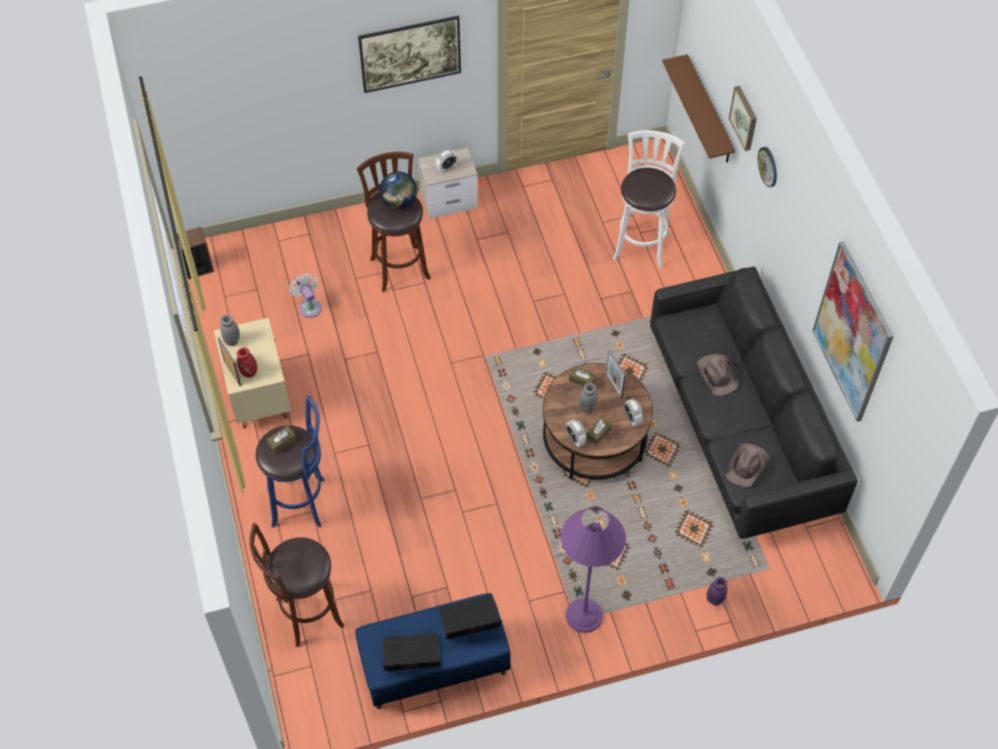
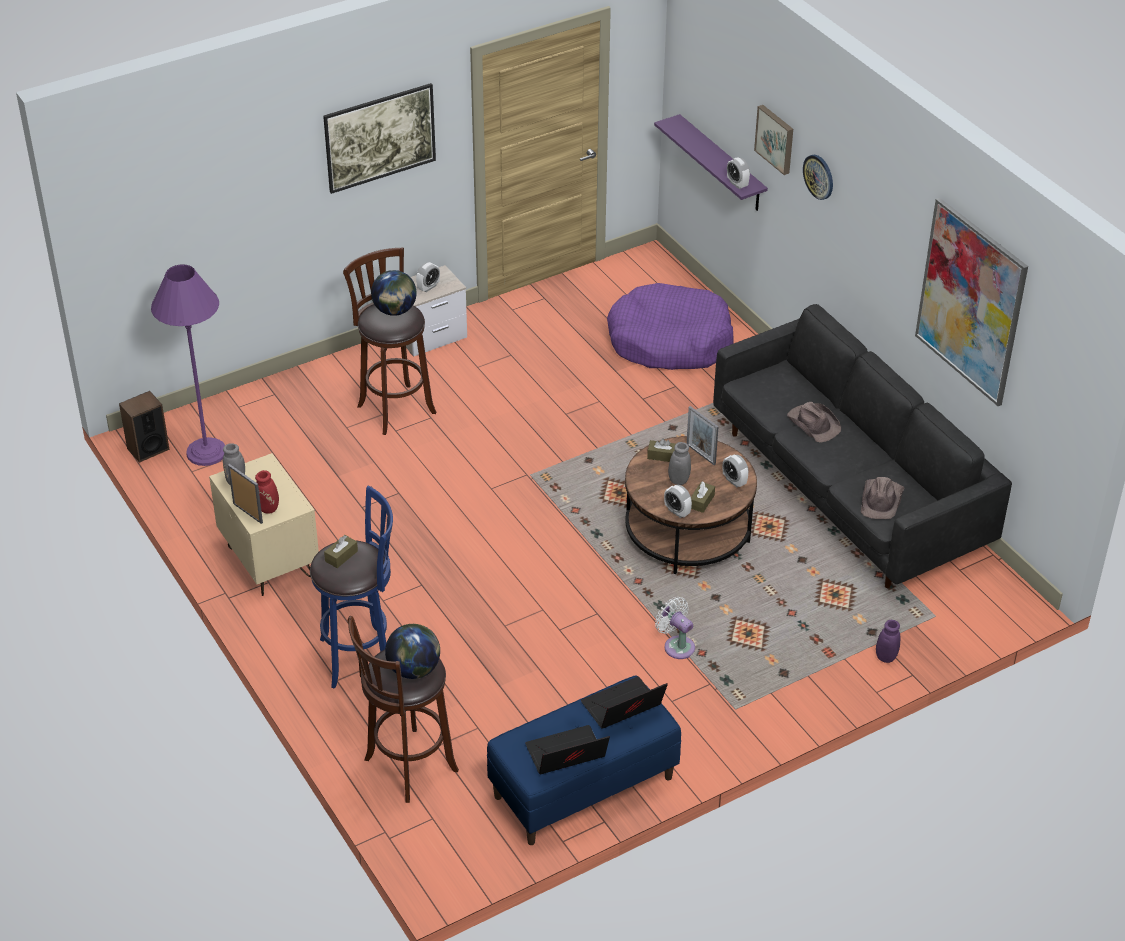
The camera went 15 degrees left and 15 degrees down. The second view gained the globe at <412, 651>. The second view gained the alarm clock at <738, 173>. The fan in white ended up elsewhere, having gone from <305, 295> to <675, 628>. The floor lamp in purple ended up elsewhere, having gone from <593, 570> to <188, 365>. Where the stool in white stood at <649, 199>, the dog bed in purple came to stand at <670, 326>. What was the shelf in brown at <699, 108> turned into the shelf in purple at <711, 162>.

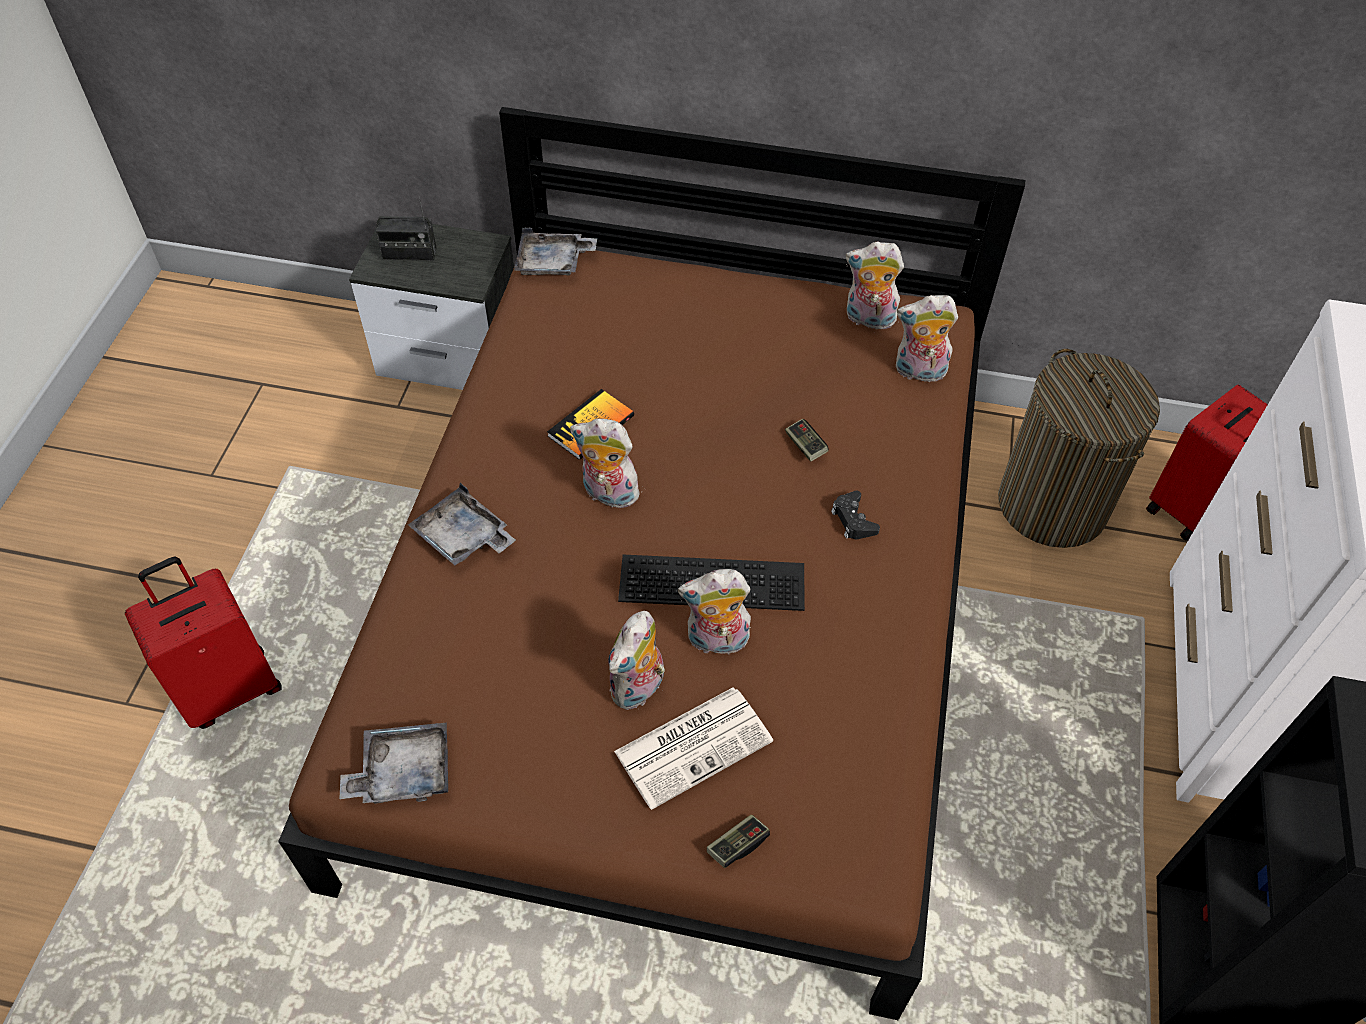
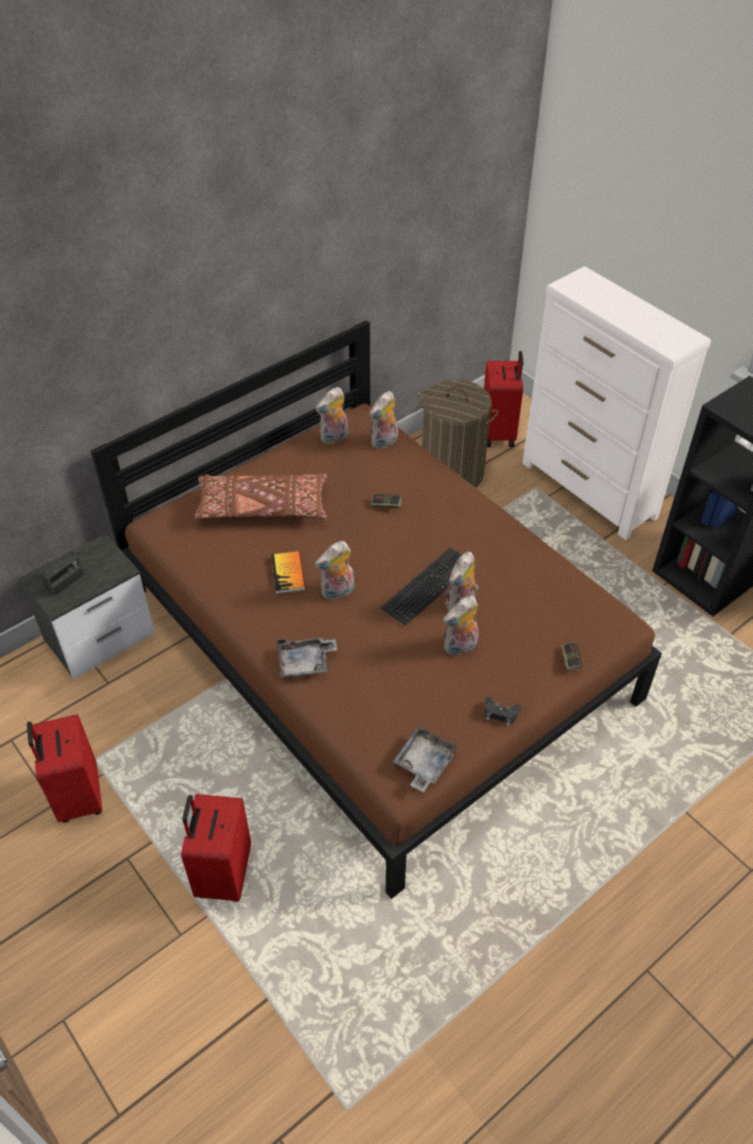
The camera went 50 degrees left and 5 degrees down. The second view lost the tray in grey at <555, 251>. The second view lost the newspaper at <693, 748>. The second view gained the suitcase in red at <64, 768>. The second view gained the pillow in brown at <261, 496>. The game controller in black ended up elsewhere, having gone from <855, 515> to <503, 711>. The plush toy at <636, 660> ended up facing another way, 75 degrees clockwise from before.

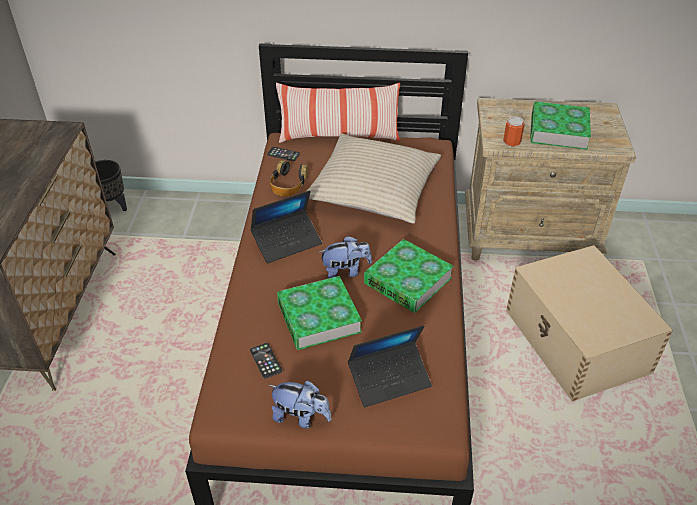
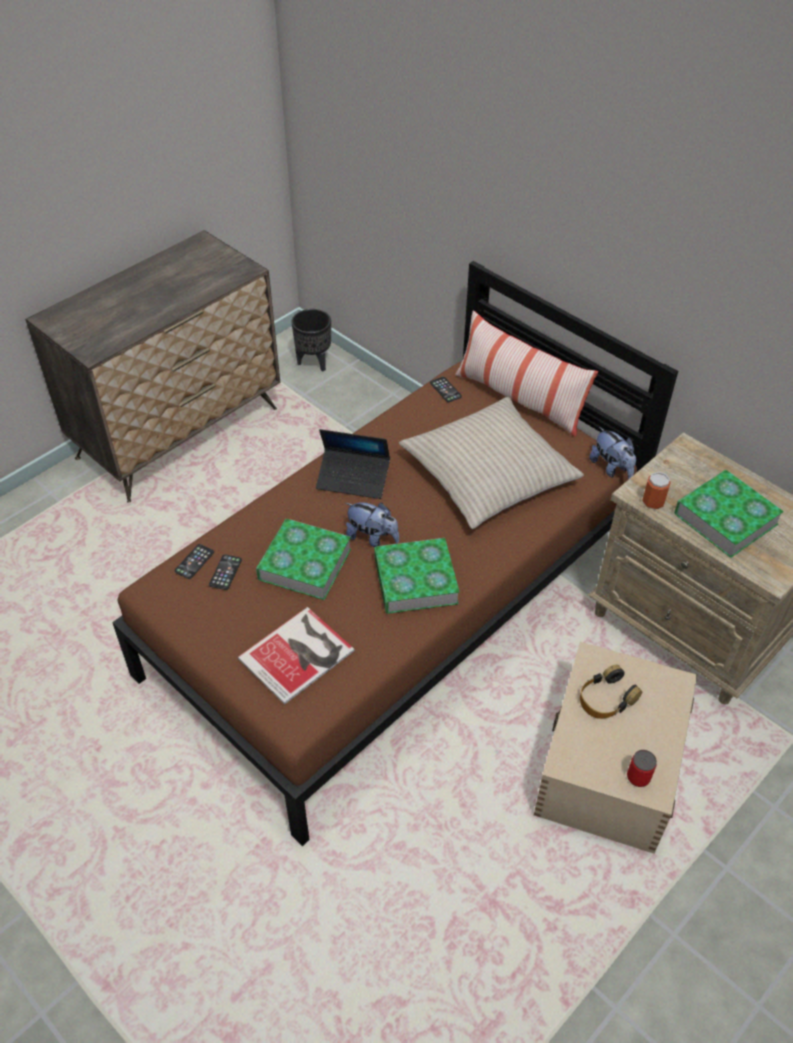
The camera went 40 degrees right and 5 degrees up. The second view gained the phone at <194, 561>. The second view gained the can at <642, 768>. The plush toy ended up elsewhere, having gone from <300, 405> to <613, 453>. The headphones ended up elsewhere, having gone from <289, 178> to <611, 692>. Where the laptop stood at <390, 366>, the book came to stand at <296, 656>.

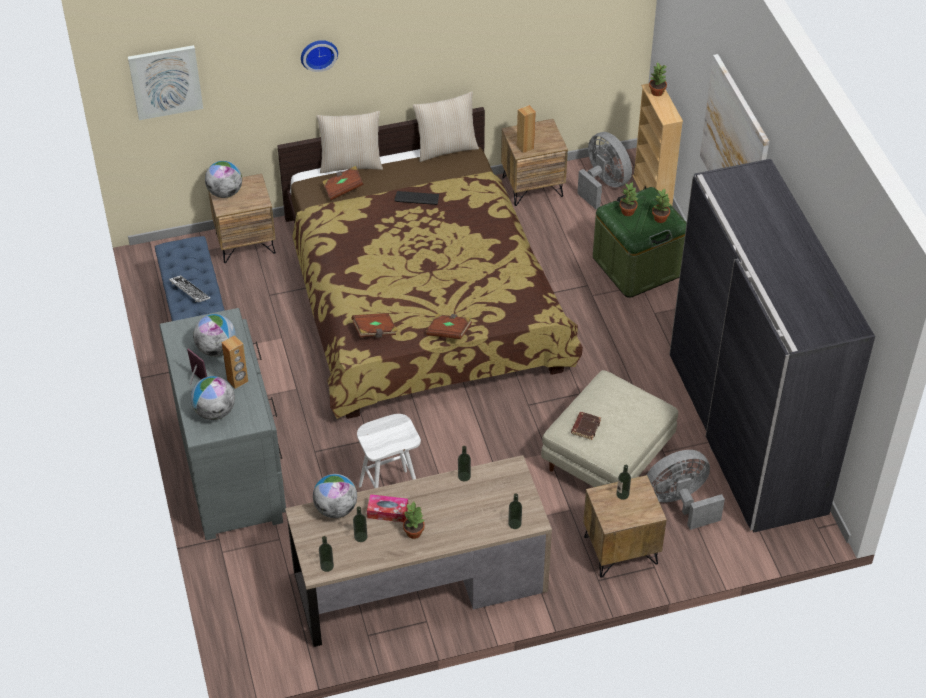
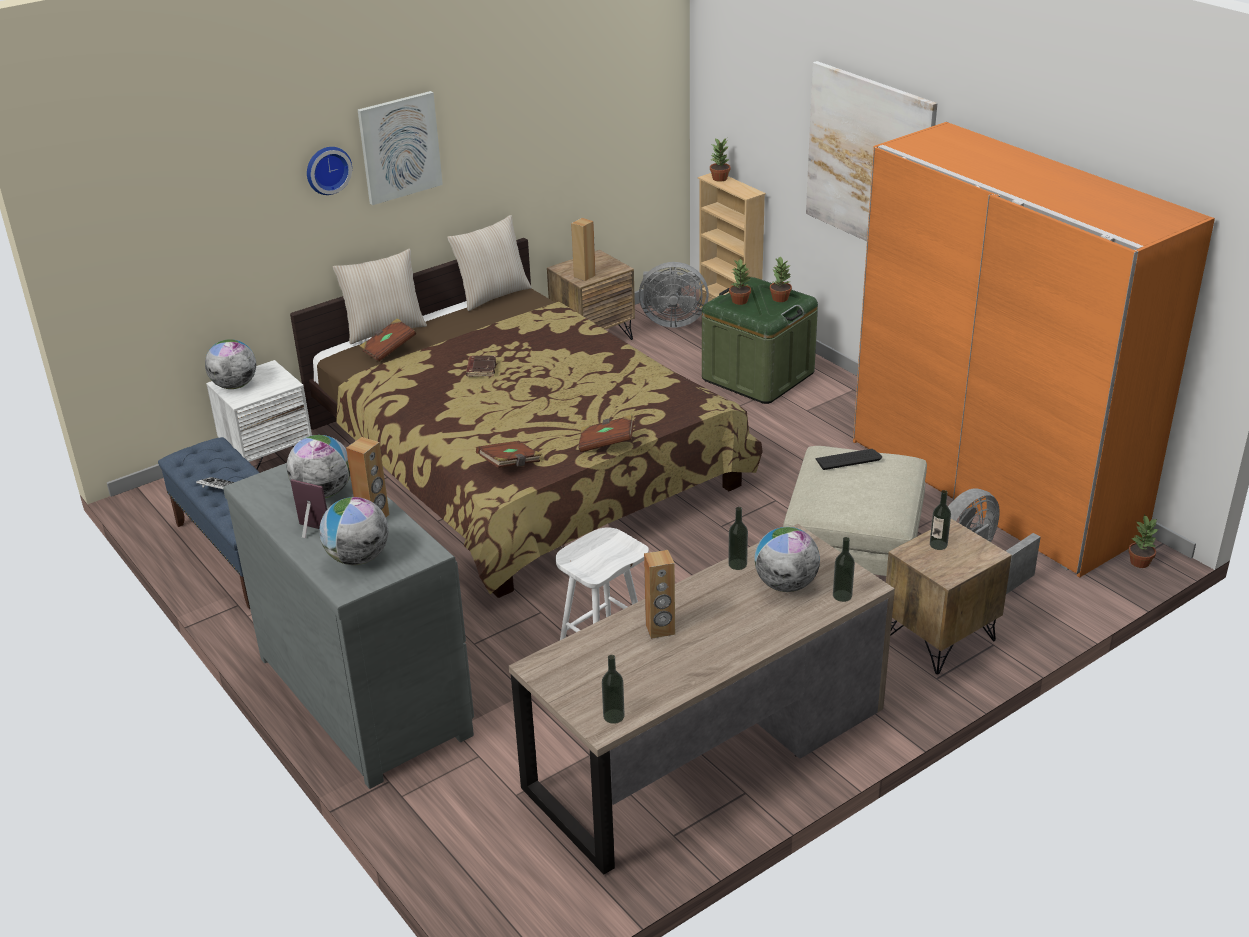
The camera went 20 degrees left and 15 degrees down. The second view lost the bottle at <360, 524>. The picture ended up elsewhere, having gone from <165, 82> to <400, 148>. The globe ended up elsewhere, having gone from <335, 496> to <787, 559>. The keyboard ended up elsewhere, having gone from <417, 198> to <848, 459>. The potted plant ended up elsewhere, having gone from <414, 520> to <1143, 541>. The book in brown ended up elsewhere, having gone from <586, 426> to <481, 366>. Where the tissue box stood at <387, 508>, the speaker in brown came to stand at <659, 594>. What was the nightstand in brown at <242, 218> turned into the nightstand in white at <259, 415>. What was the wardrobe in grey at <772, 346> turned into the wardrobe in orange at <1034, 349>. The fan in grey at <604, 170> ended up facing another way, 150 degrees clockwise from before.

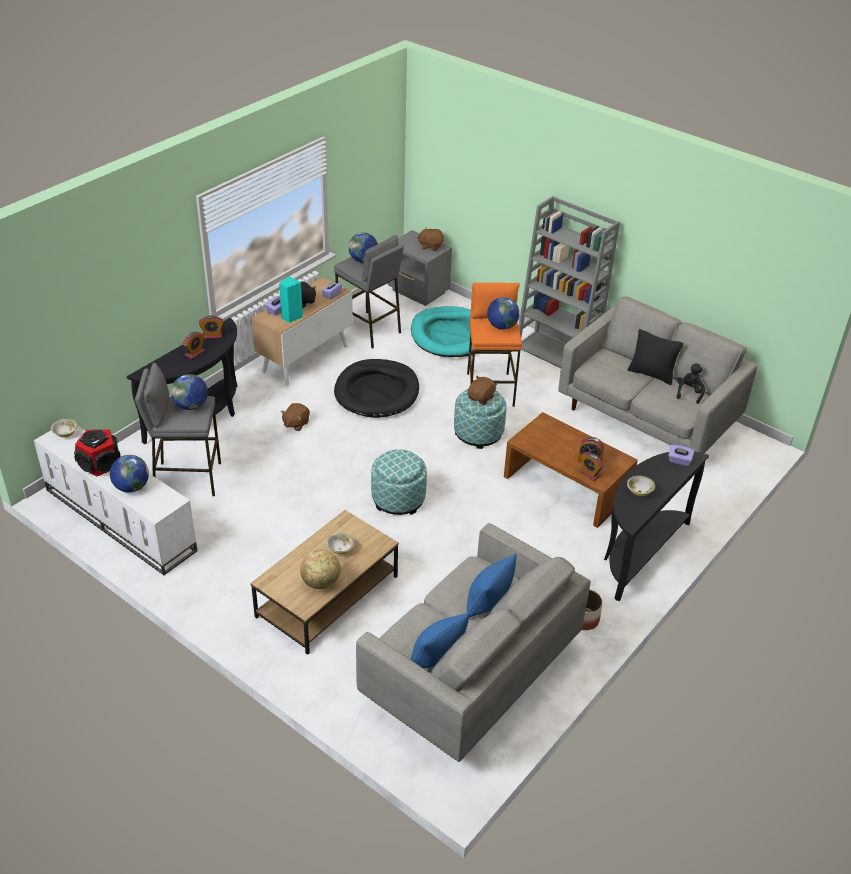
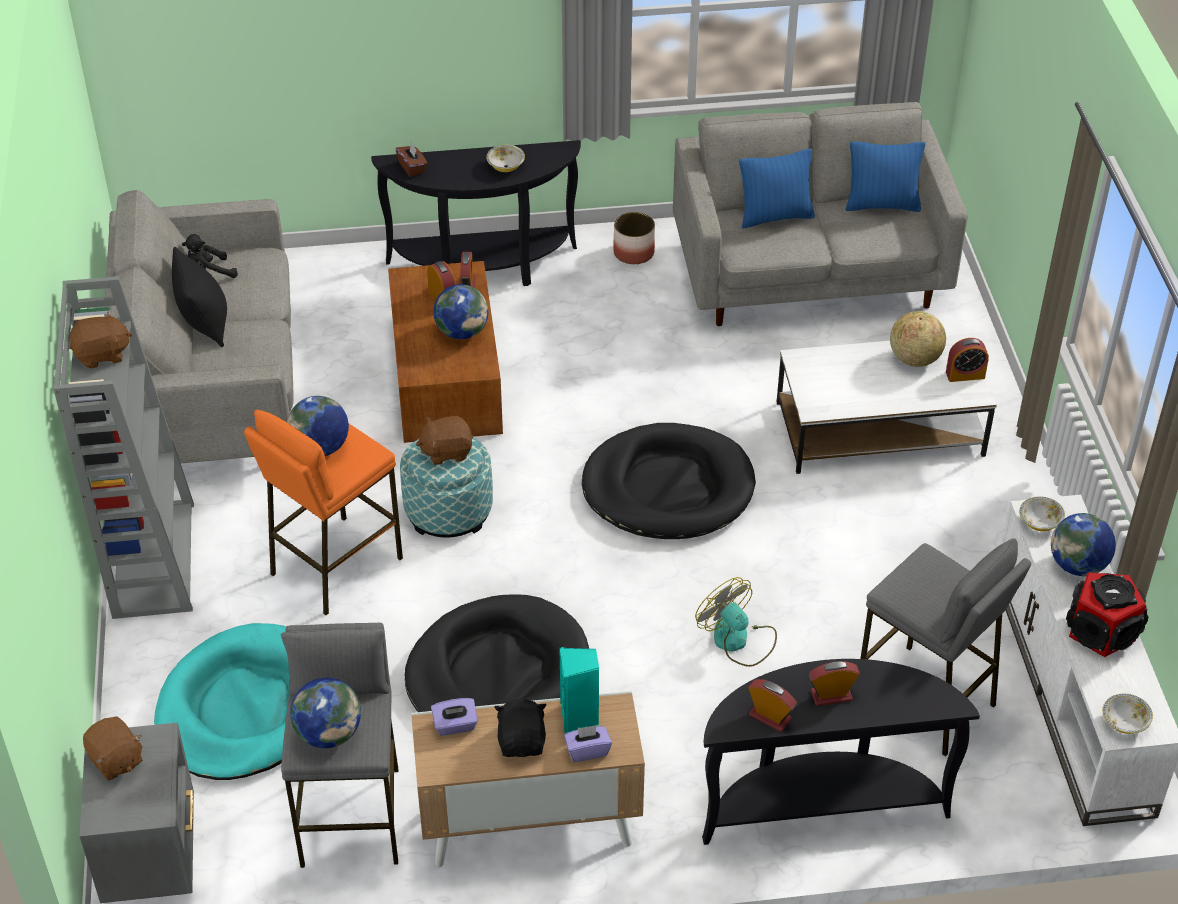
The camera went 135 degrees left and 5 degrees up. The second view gained the fan at <736, 622>. The second view gained the alarm clock at <967, 360>. The globe ended up elsewhere, having gone from <189, 392> to <460, 311>. The plush toy in brown ended up elsewhere, having gone from <295, 417> to <101, 340>. The bowl ended up elsewhere, having gone from <340, 543> to <1042, 513>. Where the ottoman stood at <399, 482>, the dog bed in black came to stand at <669, 481>. What was the coffee table in brown at <324, 582> turned into the coffee table in white at <887, 404>. What was the tissue box in purple at <681, 455> turned into the tissue box in brown at <411, 160>.

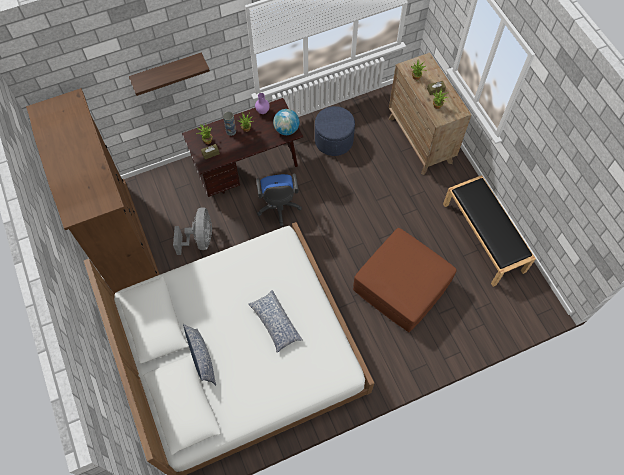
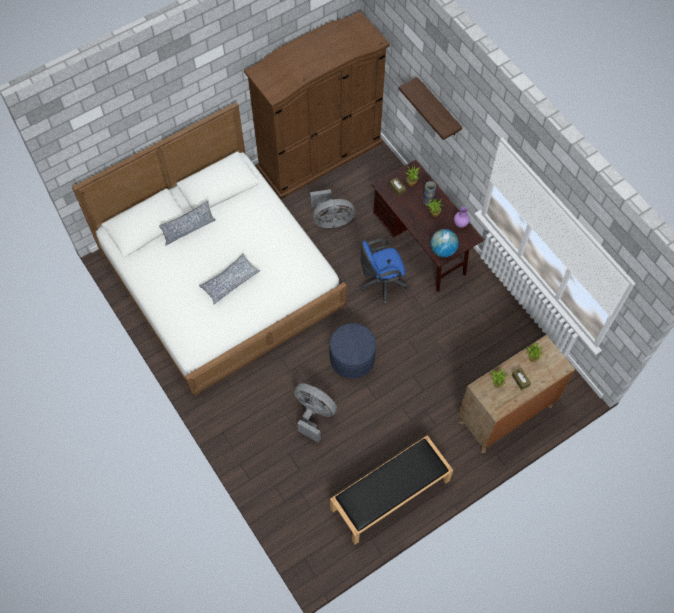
The camera went 80 degrees right and 0 degrees up. The ottoman in blue ended up elsewhere, having gone from <335, 131> to <353, 351>. Where the ottoman in brown stood at <405, 280>, the fan in grey came to stand at <315, 413>.

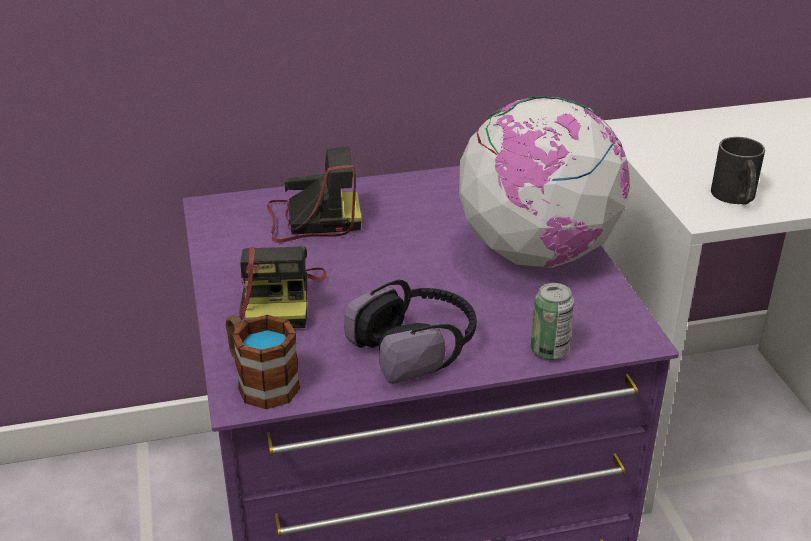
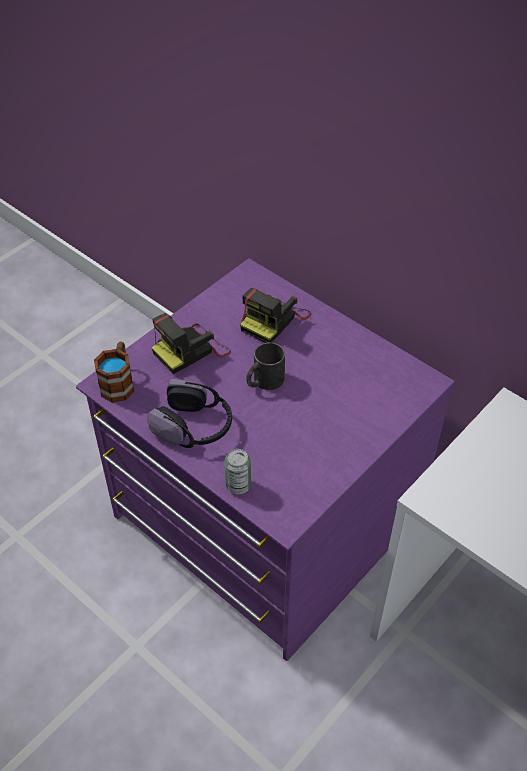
The camera went 55 degrees right and 15 degrees up. The second view lost the globe at <544, 182>. The mug in black ended up elsewhere, having gone from <738, 170> to <265, 366>. The photo camera at <314, 195> ended up facing another way, 75 degrees clockwise from before.

